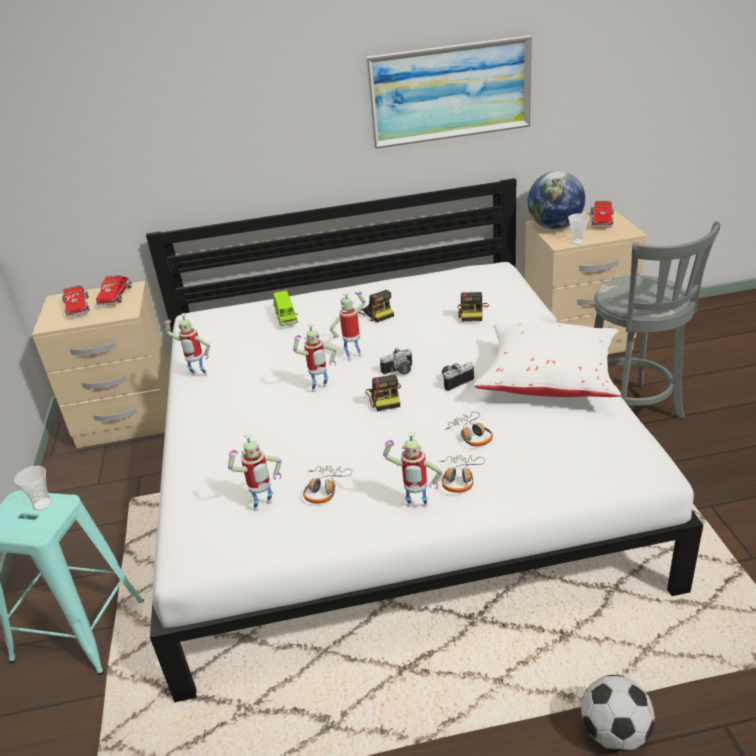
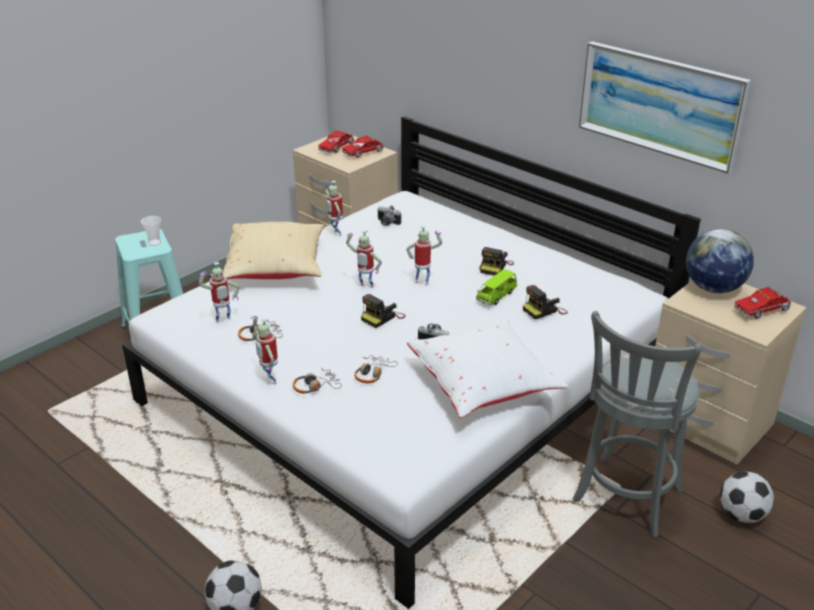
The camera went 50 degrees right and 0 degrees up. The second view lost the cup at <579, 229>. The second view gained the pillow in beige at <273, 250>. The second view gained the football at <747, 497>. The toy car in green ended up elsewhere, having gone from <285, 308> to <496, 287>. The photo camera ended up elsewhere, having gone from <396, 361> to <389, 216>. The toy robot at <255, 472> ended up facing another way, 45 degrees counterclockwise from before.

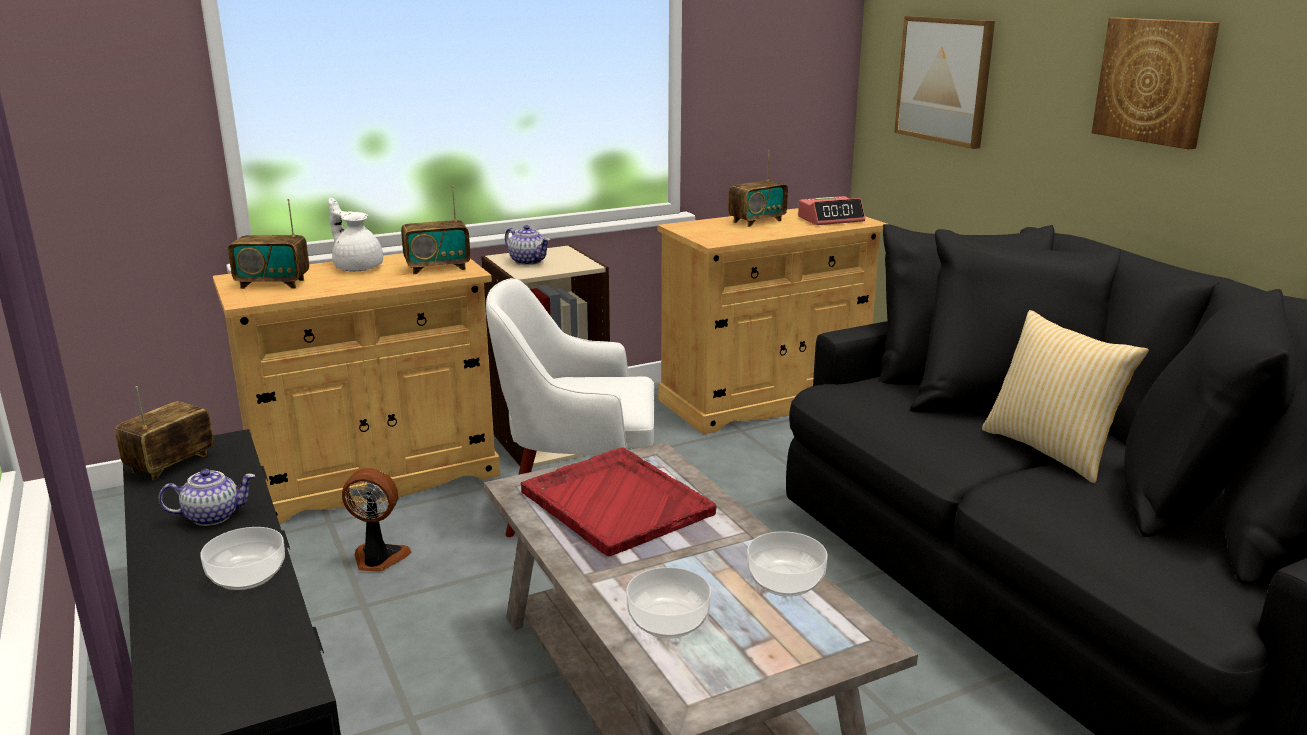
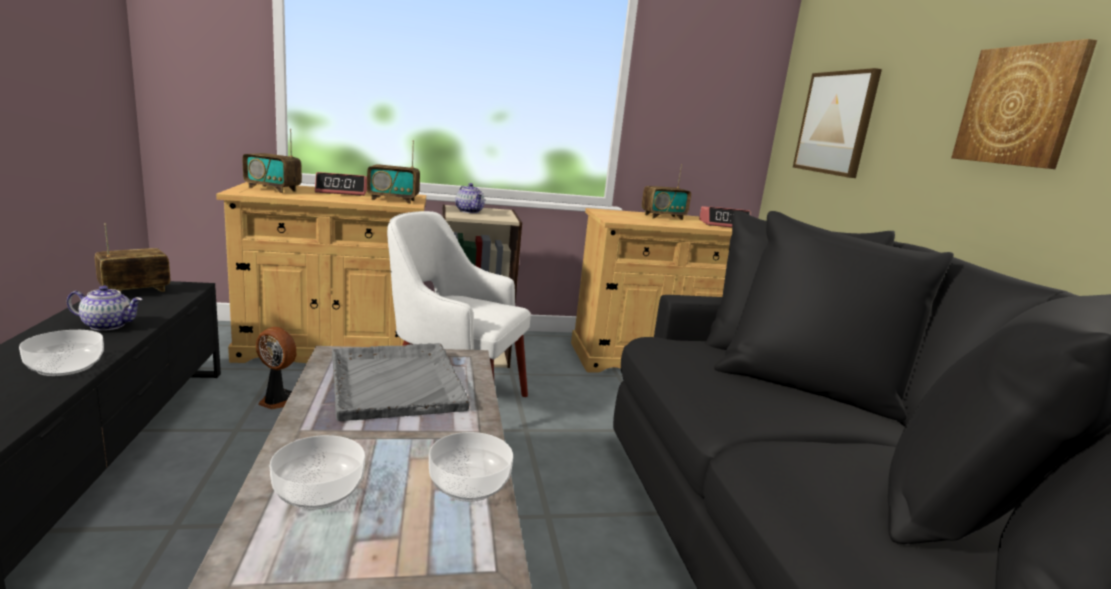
The camera went 15 degrees right and 5 degrees down. The second view lost the pillow at <1065, 396>. Where the teapot in white stood at <355, 234>, the alarm clock came to stand at <341, 184>. What was the tray in red at <619, 501> turned into the tray in grey at <401, 382>.

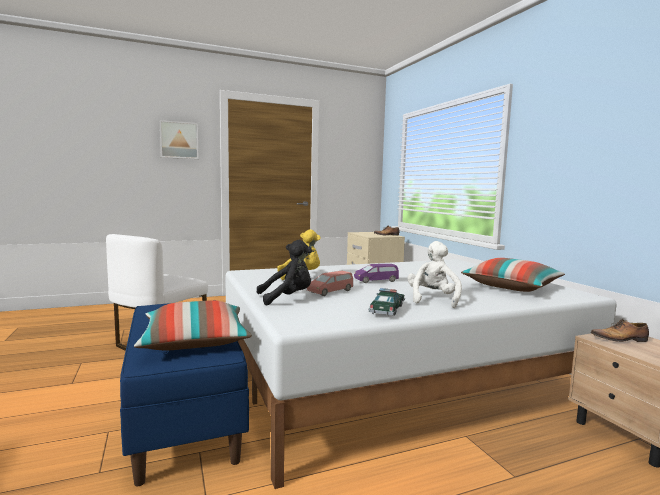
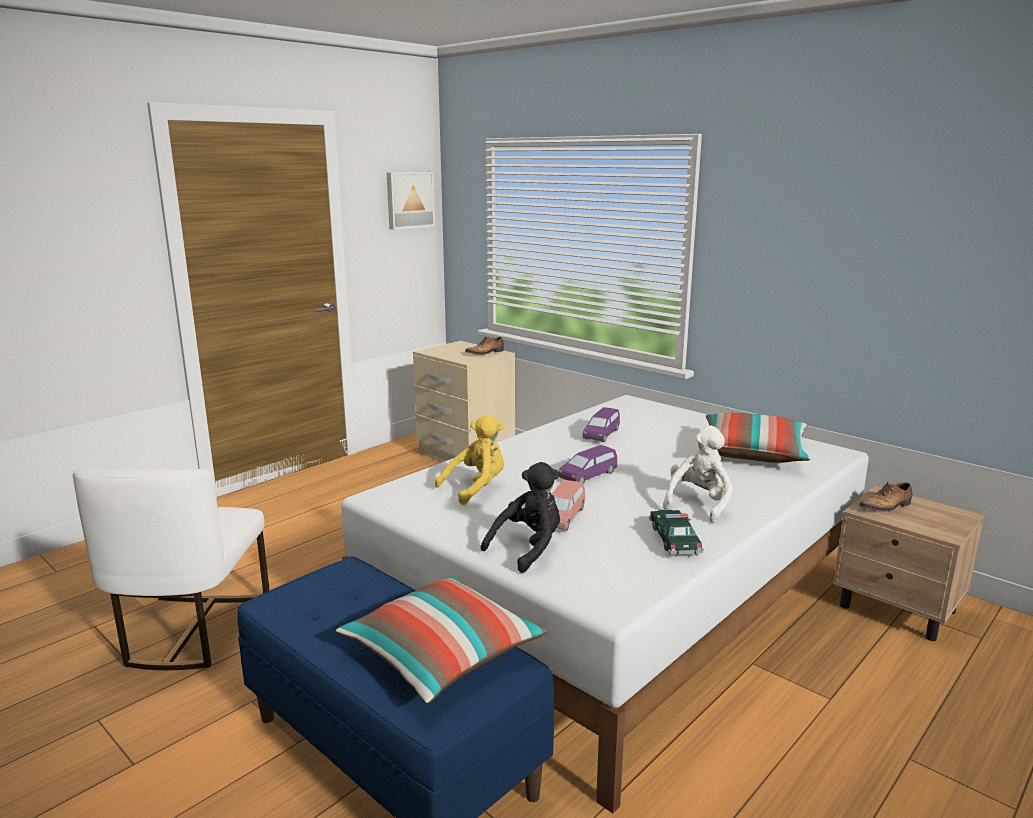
The camera went 25 degrees left and 10 degrees up. The second view gained the toy car in purple at <601, 424>. The picture ended up elsewhere, having gone from <179, 139> to <411, 201>. The plush toy in white at <434, 274> ended up facing another way, 45 degrees clockwise from before.

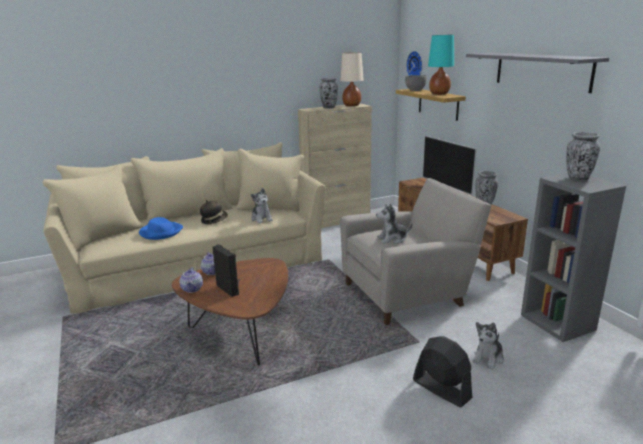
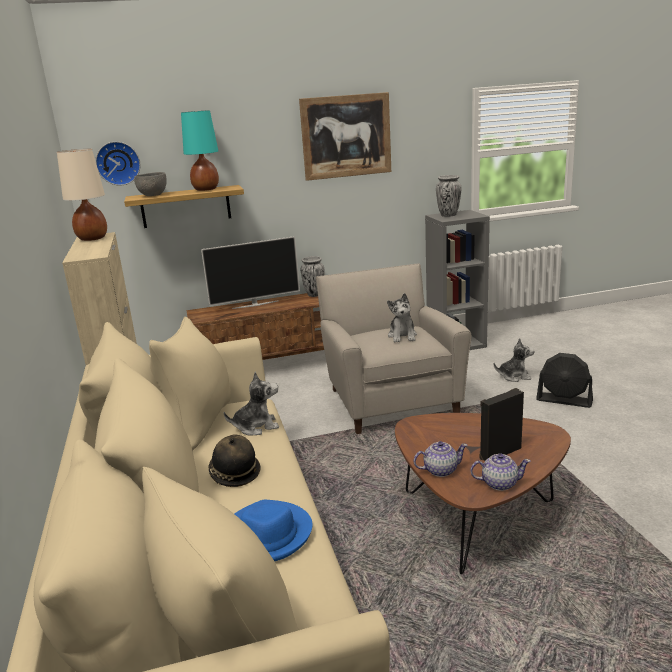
The camera went 80 degrees left and 0 degrees up. The second view lost the vase at <328, 93>. Where the shelf in grey hung at <537, 73>, the picture came to hang at <345, 136>. The fan in black at <443, 371> ended up facing another way, 120 degrees counterclockwise from before. The plush toy at <488, 346> ended up facing another way, 45 degrees counterclockwise from before.

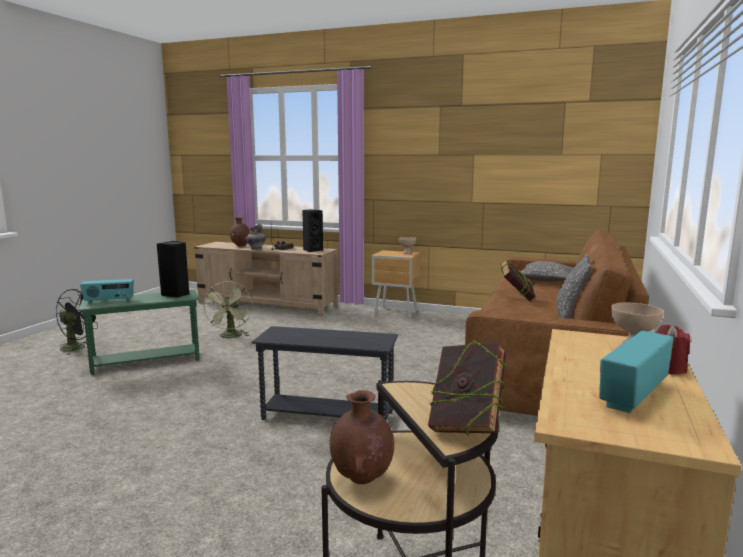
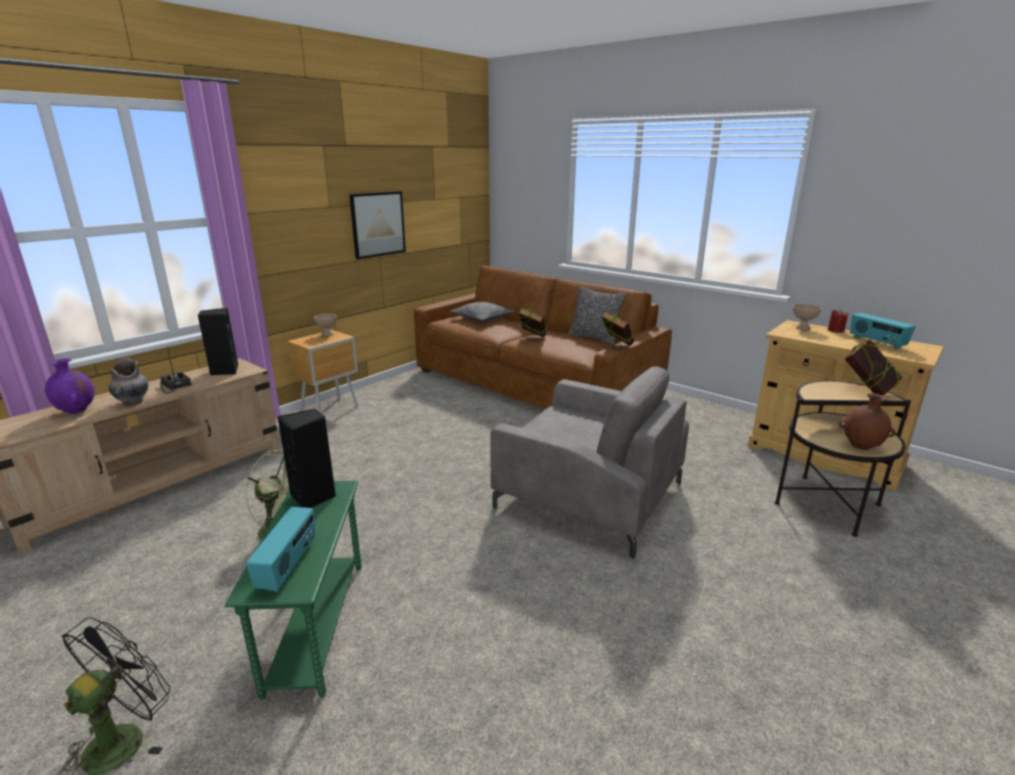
The camera went 70 degrees left and 10 degrees up. The second view gained the picture at <377, 225>. The second view gained the book at <618, 328>. Where the side table in grey stood at <325, 373>, the armchair in grey came to stand at <589, 462>. What was the vase in brown at <239, 232> turned into the vase in purple at <69, 386>.

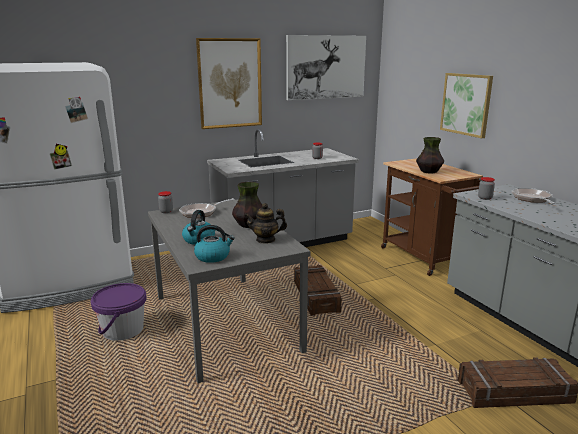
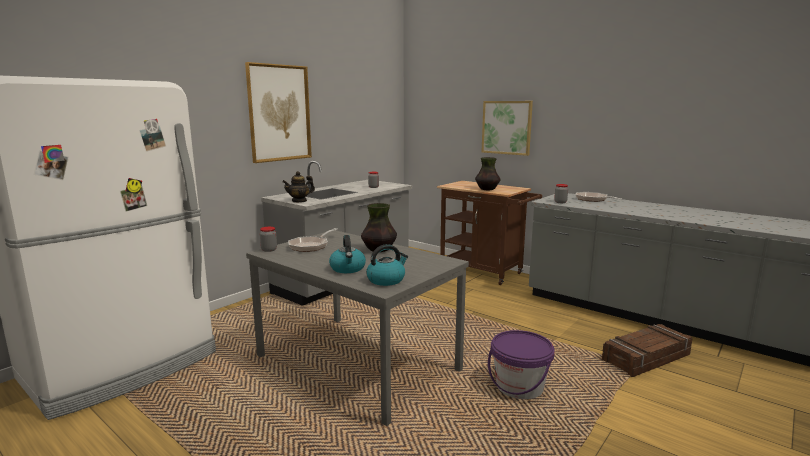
The camera went 25 degrees left and 5 degrees down. The second view lost the picture at <326, 67>. The second view lost the crate at <318, 290>. The bucket in purple ended up elsewhere, having gone from <119, 312> to <521, 364>. The teapot ended up elsewhere, having gone from <265, 223> to <298, 187>.

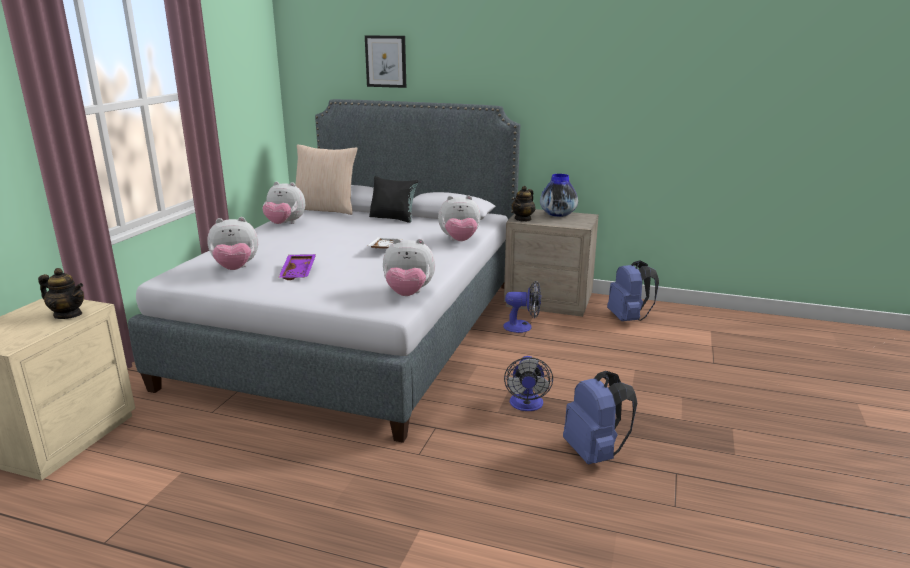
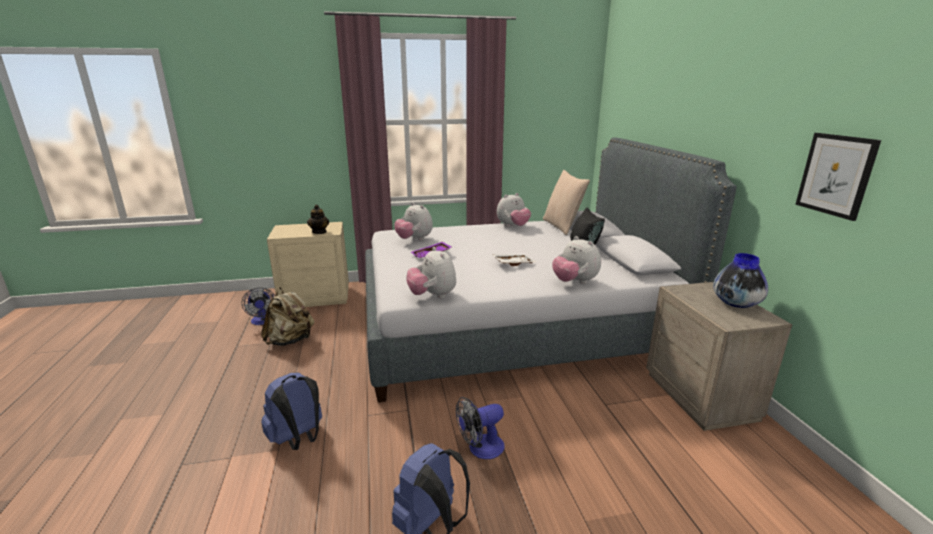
The camera went 60 degrees right and 0 degrees up. The second view lost the teapot at <523, 204>. The second view gained the backpack in beige at <287, 316>. The picture ended up elsewhere, having gone from <385, 61> to <838, 177>. The fan ended up elsewhere, having gone from <522, 307> to <258, 306>. The backpack in blue ended up elsewhere, having gone from <633, 290> to <291, 411>. The plush toy at <283, 203> ended up facing another way, 105 degrees counterclockwise from before.

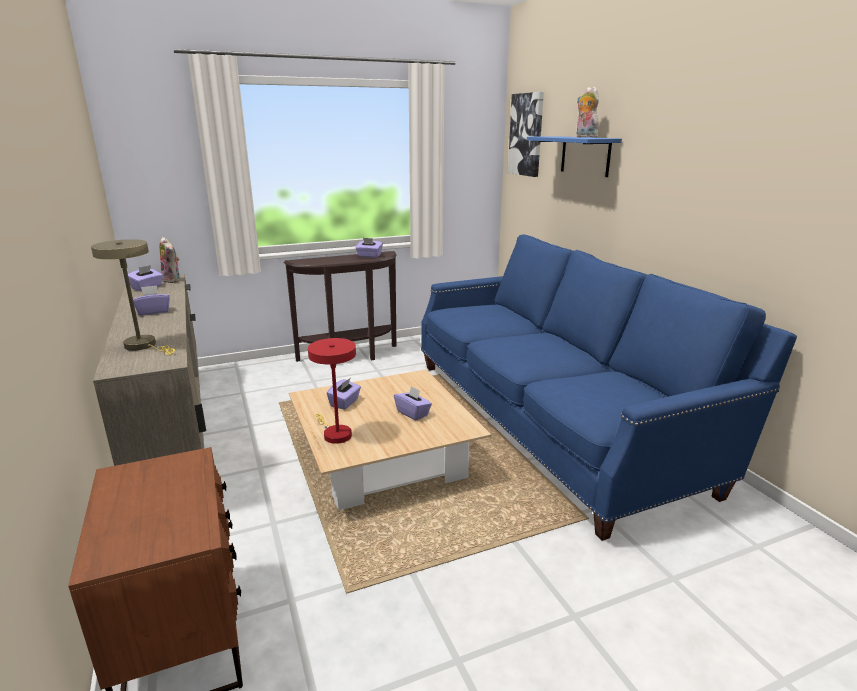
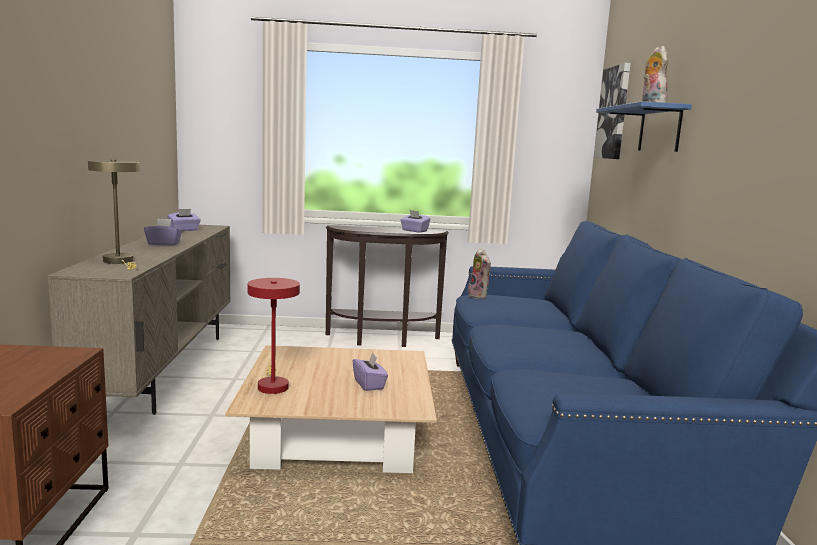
The camera went 20 degrees right and 10 degrees down. The second view lost the tissue box in purple at <344, 394>. The plush toy ended up elsewhere, having gone from <169, 260> to <479, 274>.

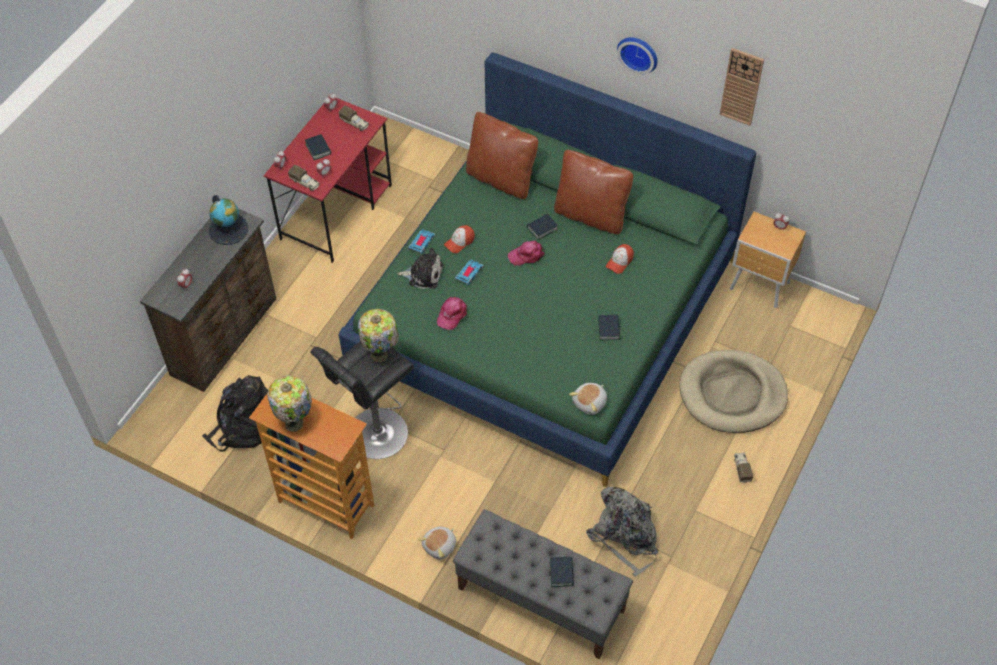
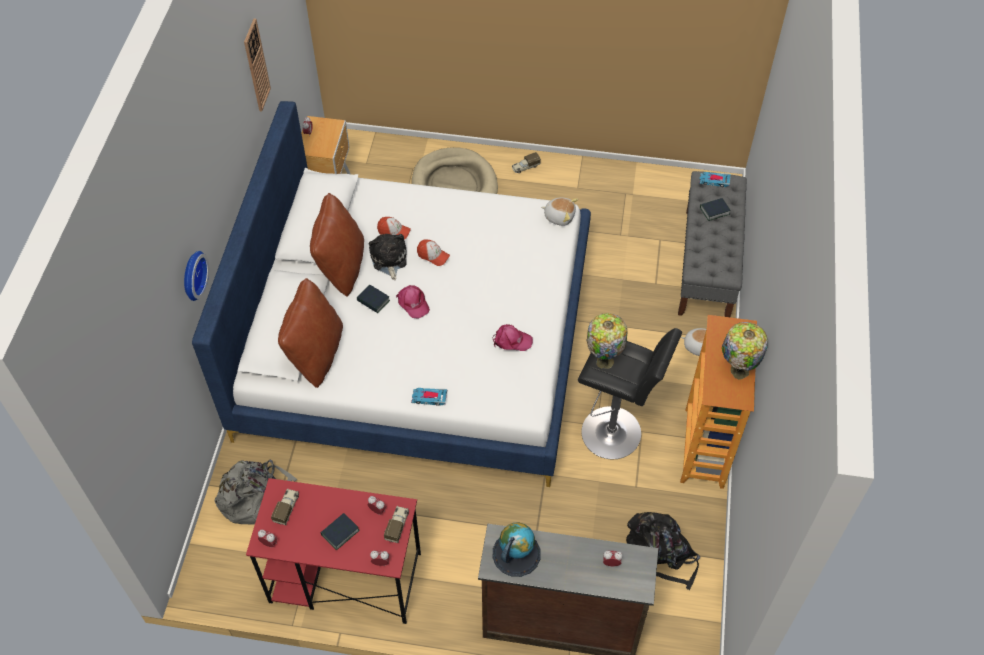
The camera went 110 degrees left and 0 degrees up. The second view lost the book at <609, 327>. The plush toy ended up elsewhere, having gone from <420, 268> to <388, 257>. The cap ended up elsewhere, having gone from <459, 239> to <433, 253>. The toy car ended up elsewhere, having gone from <469, 272> to <715, 179>. The backpack in grey ended up elsewhere, having gone from <622, 532> to <255, 492>. The wall clock ended up elsewhere, having gone from <637, 55> to <196, 276>. What was the bed in green at <548, 269> turned into the bed in white at <391, 294>.

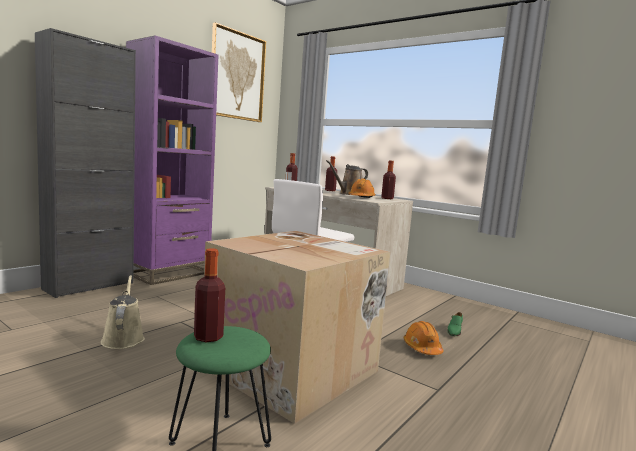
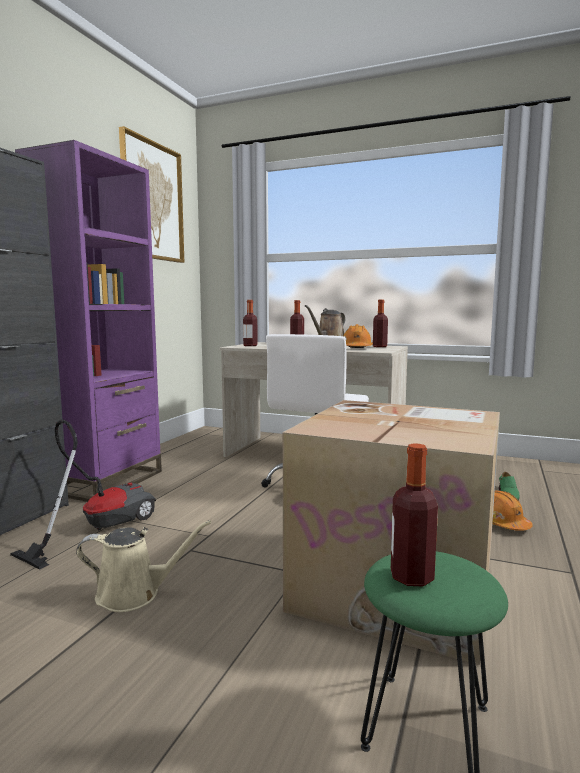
The camera went 15 degrees left and 0 degrees up. The second view gained the vacuum cleaner at <83, 495>. The watering can in beige at <123, 312> ended up facing another way, 120 degrees clockwise from before.

